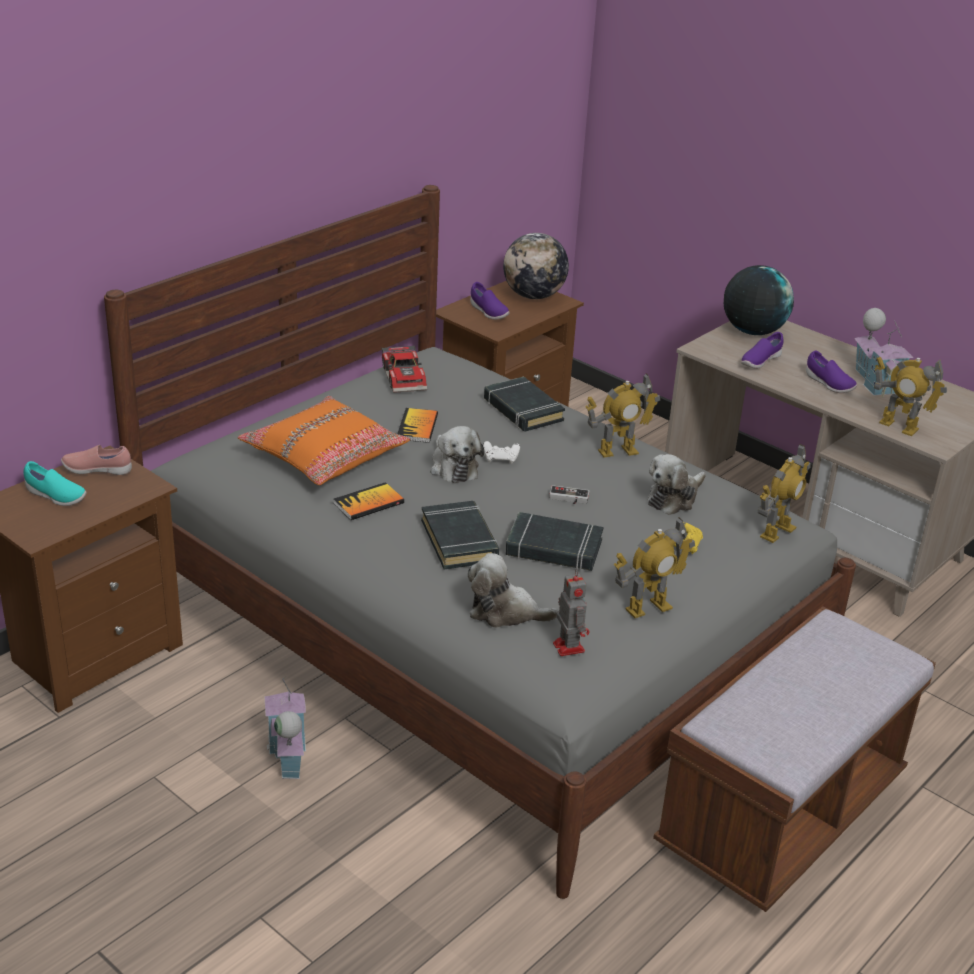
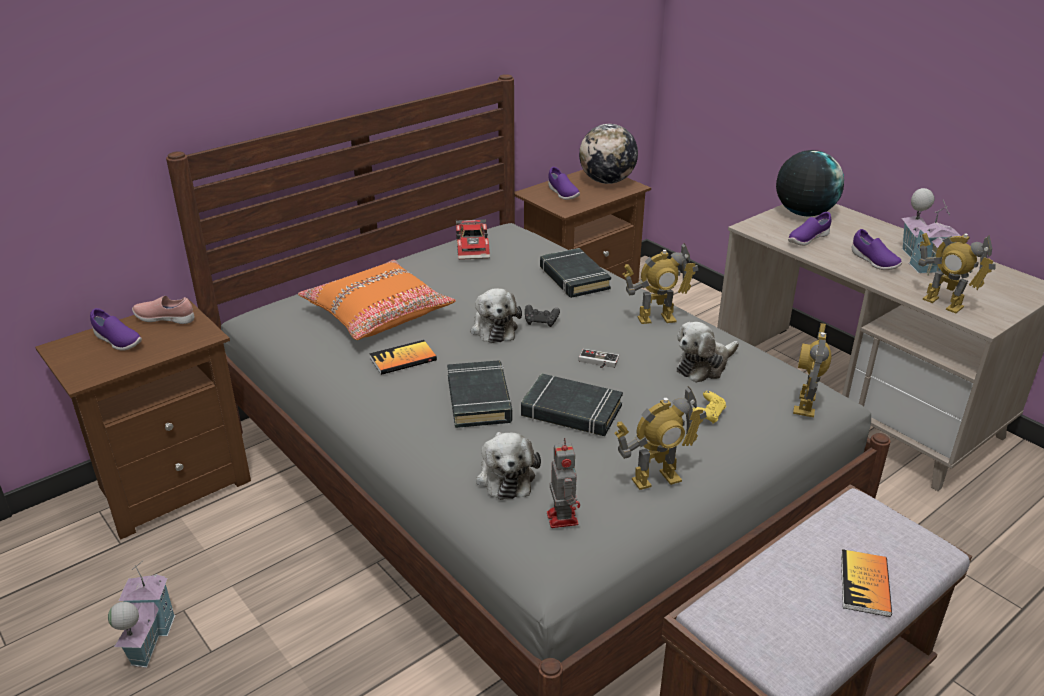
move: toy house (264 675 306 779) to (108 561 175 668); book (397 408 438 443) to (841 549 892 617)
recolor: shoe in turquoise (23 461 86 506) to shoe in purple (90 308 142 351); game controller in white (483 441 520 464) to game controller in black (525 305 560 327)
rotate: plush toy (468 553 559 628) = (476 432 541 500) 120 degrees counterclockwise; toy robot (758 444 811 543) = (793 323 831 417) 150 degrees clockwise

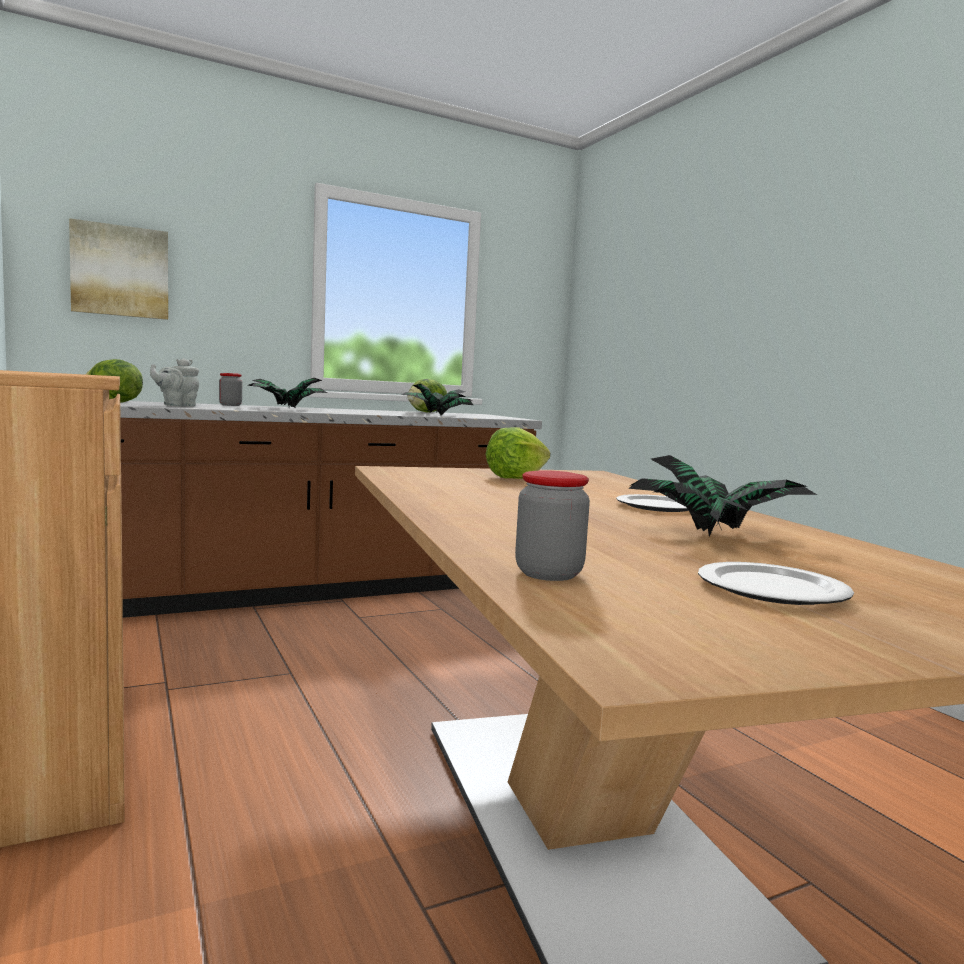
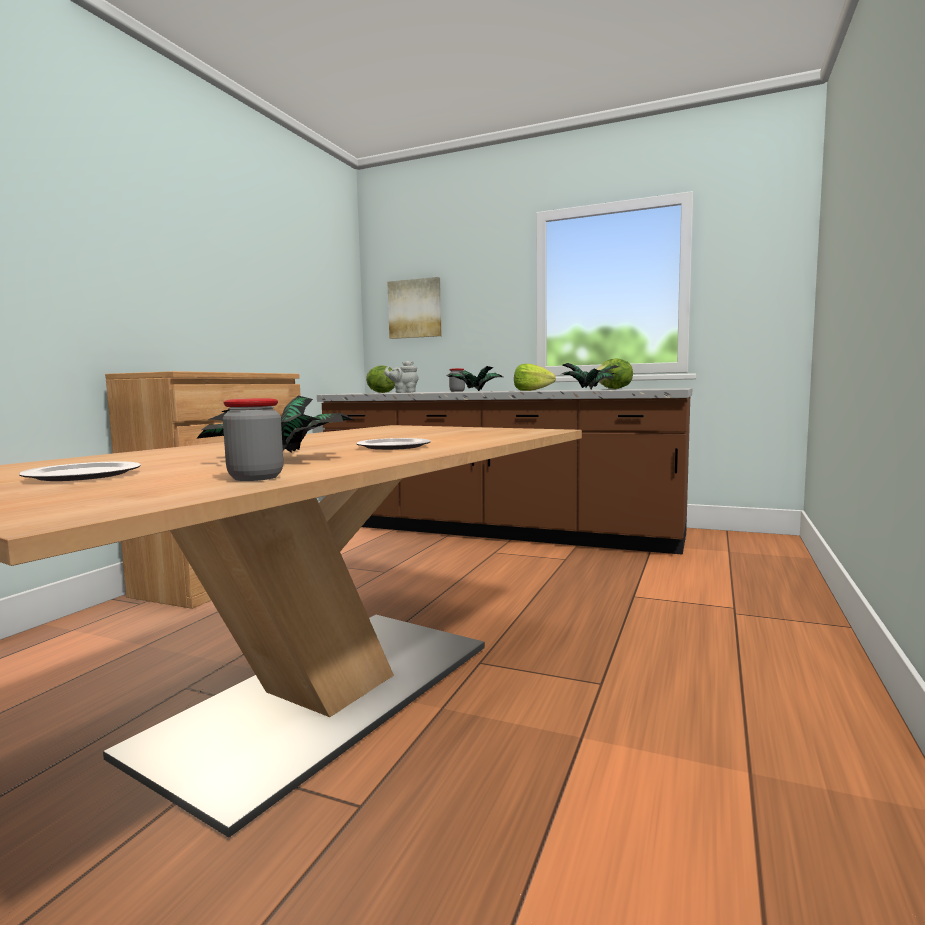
move: lettuce (486 427 550 479) to (514 364 556 391); jar (515 470 590 581) to (223 398 283 481)

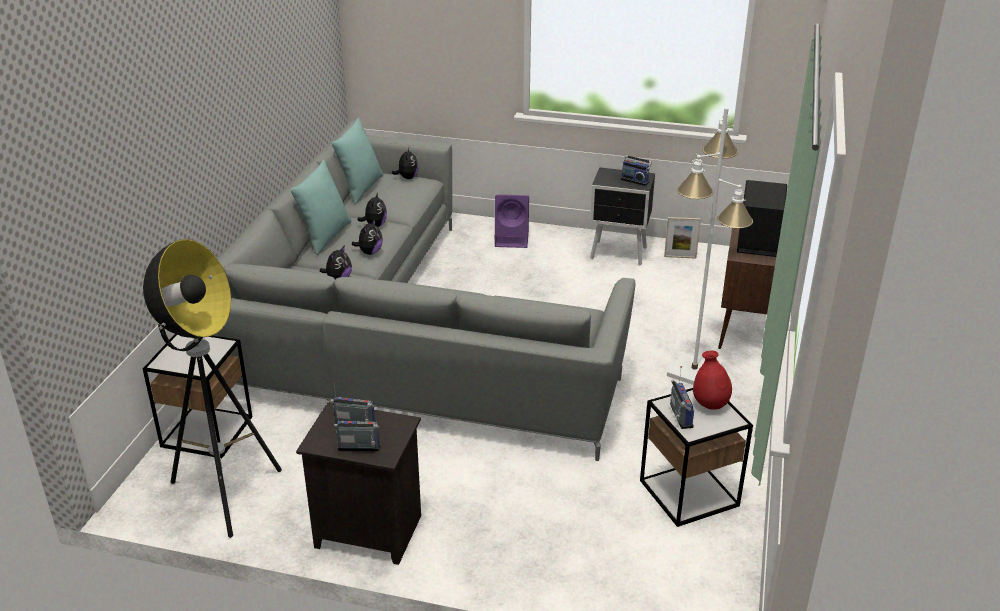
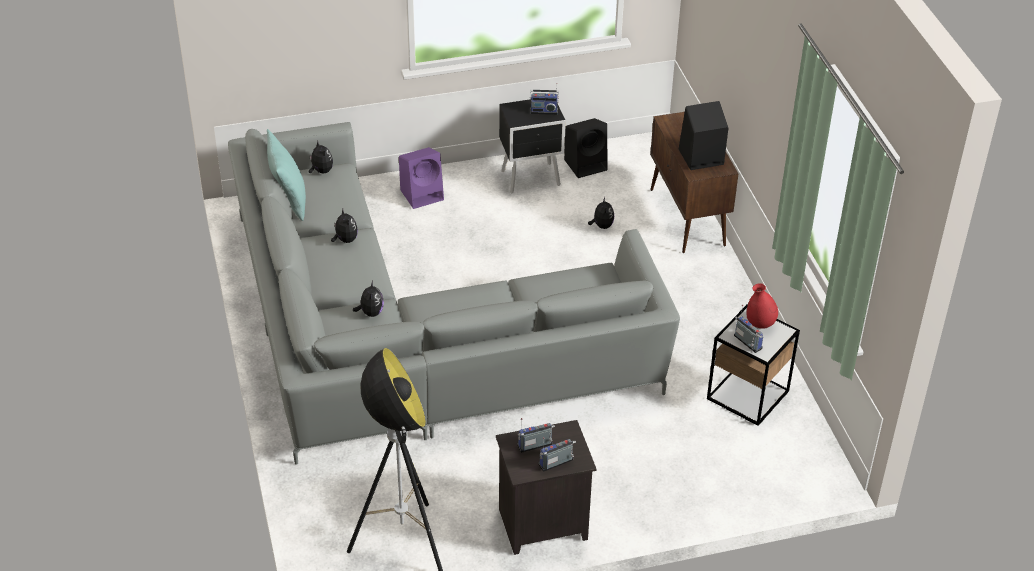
delete: side table (143 334 252 458); pillow in turquoise (290 160 351 255); floor lamp in white (667 108 753 385)
move: plush toy (352 219 383 255) to (588 197 614 229)
replace: picture frame (664 217 701 258) to speaker in black (564 118 608 178)

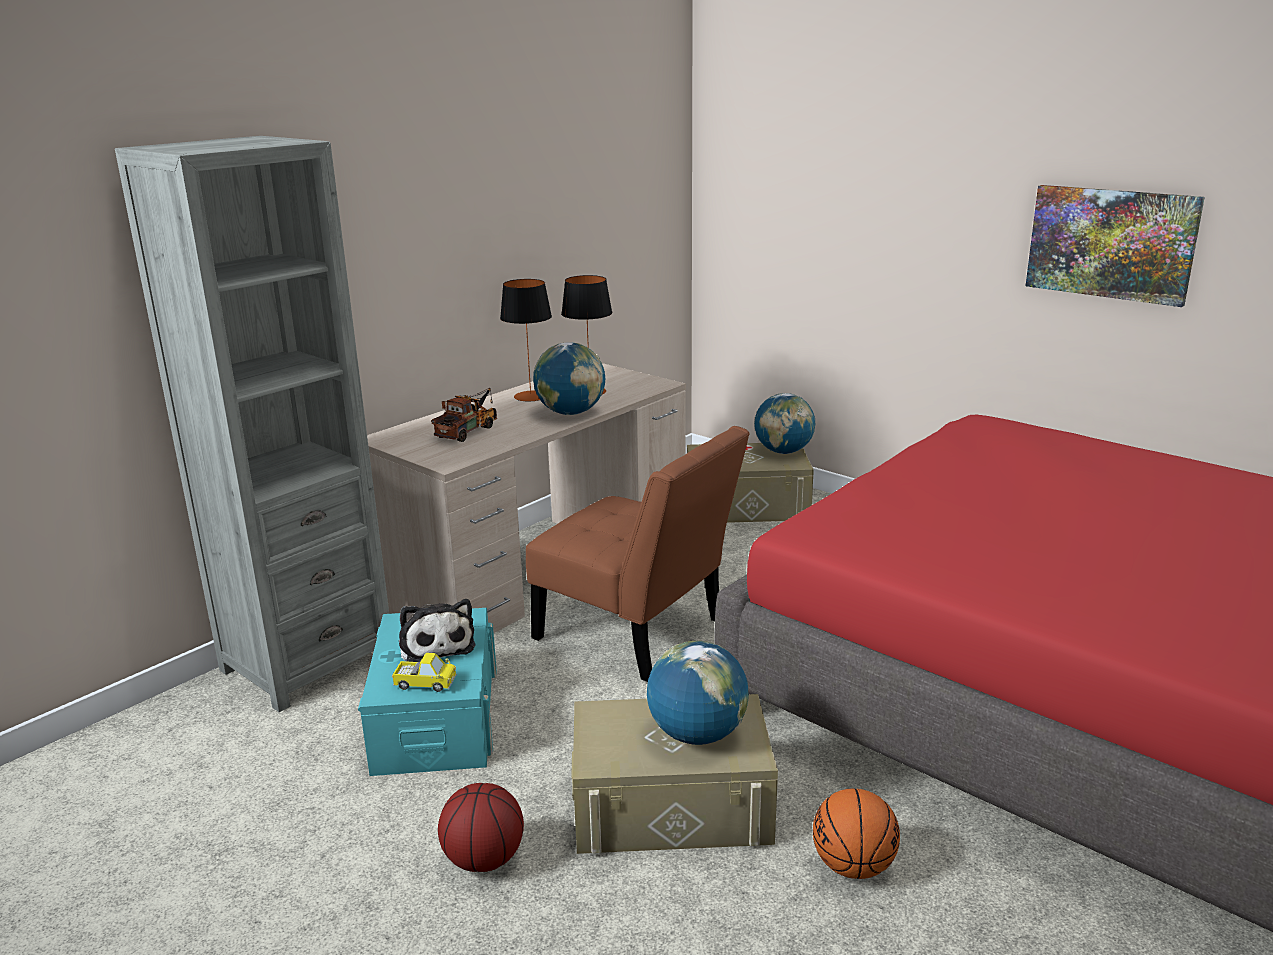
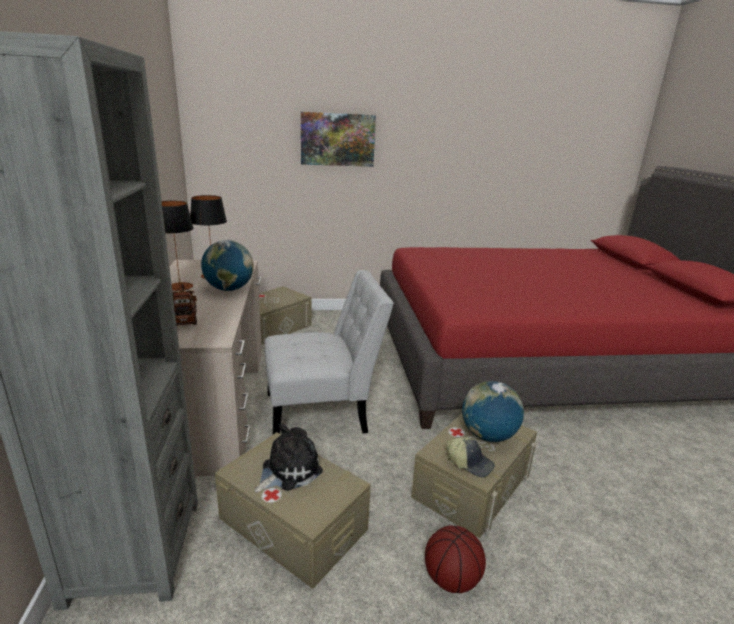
delete: toy truck (392 653 457 692); globe (754 393 815 454); basketball (813 789 900 879)
insert: cap (446 437 495 477)
move: picture (1026 185 1205 307) to (301 112 376 167)
recolor: storage box in turquoise (358 608 497 776) to storage box in beige (215 432 371 589); chair in brown (526 426 750 682) to chair in white (265 270 394 434)
rotate: plush toy (399 599 476 662) = (254 423 323 493) 60 degrees counterclockwise

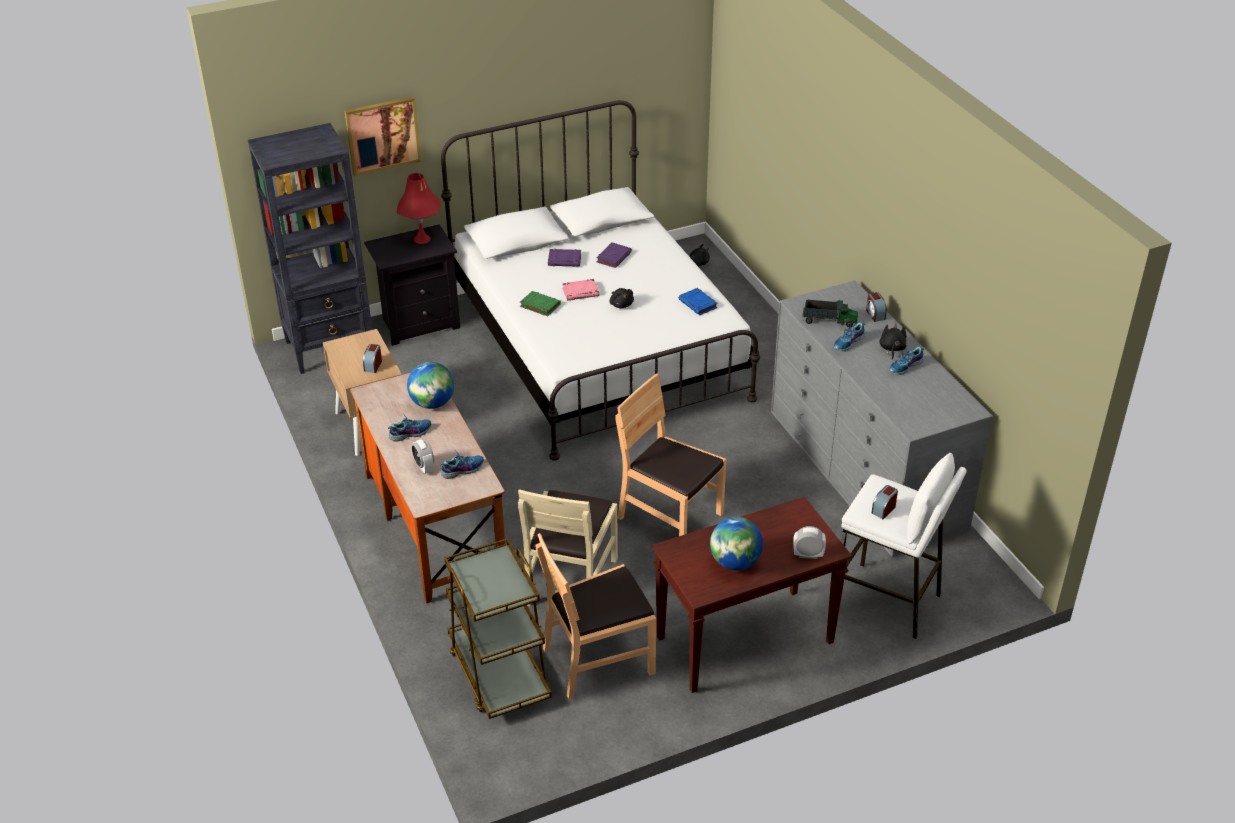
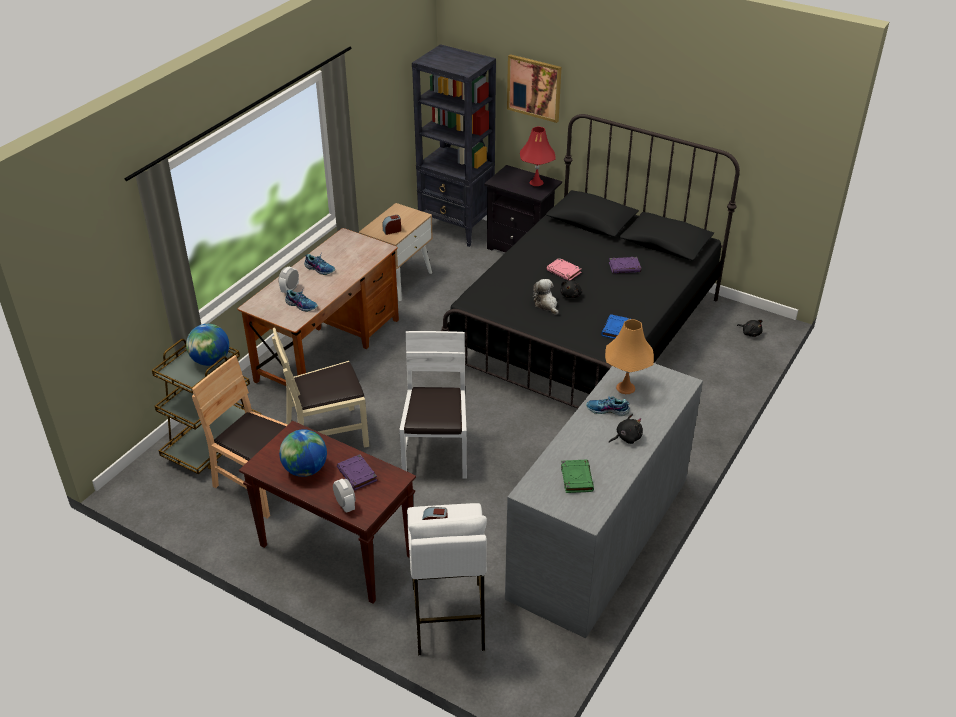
delete: alarm clock (866 292 887 322); shoe (889 346 924 375)
insert: plush toy (533 279 559 315)
move: globe (407 362 454 409) to (186 324 229 366); book in green (520 291 561 316) to (561 460 594 493); book in purple (548 249 581 267) to (337 454 377 490)
replace: toy truck (802 300 858 327) to table lamp in orange (605 319 654 394)
recolor: bed in white (441 100 760 460) to bed in black (441 114 740 409); chair in brown (615 373 726 536) to chair in white (399 331 467 479)

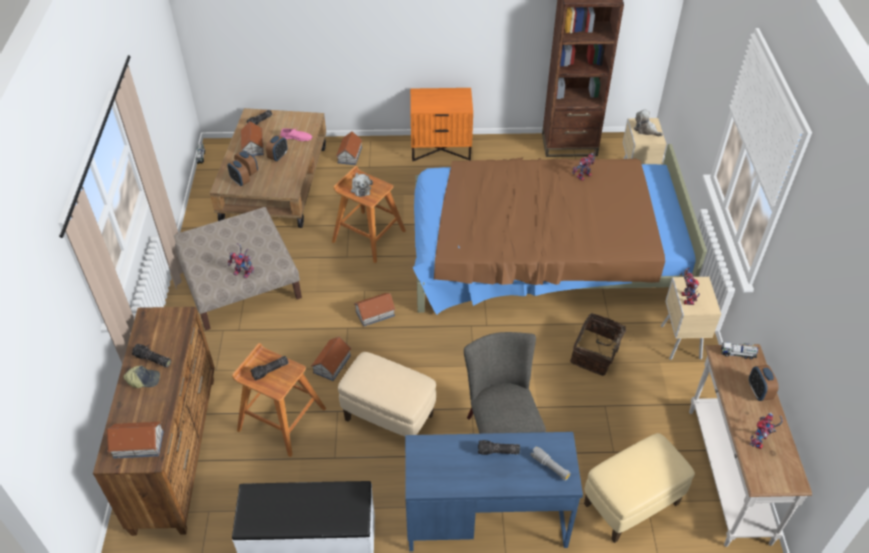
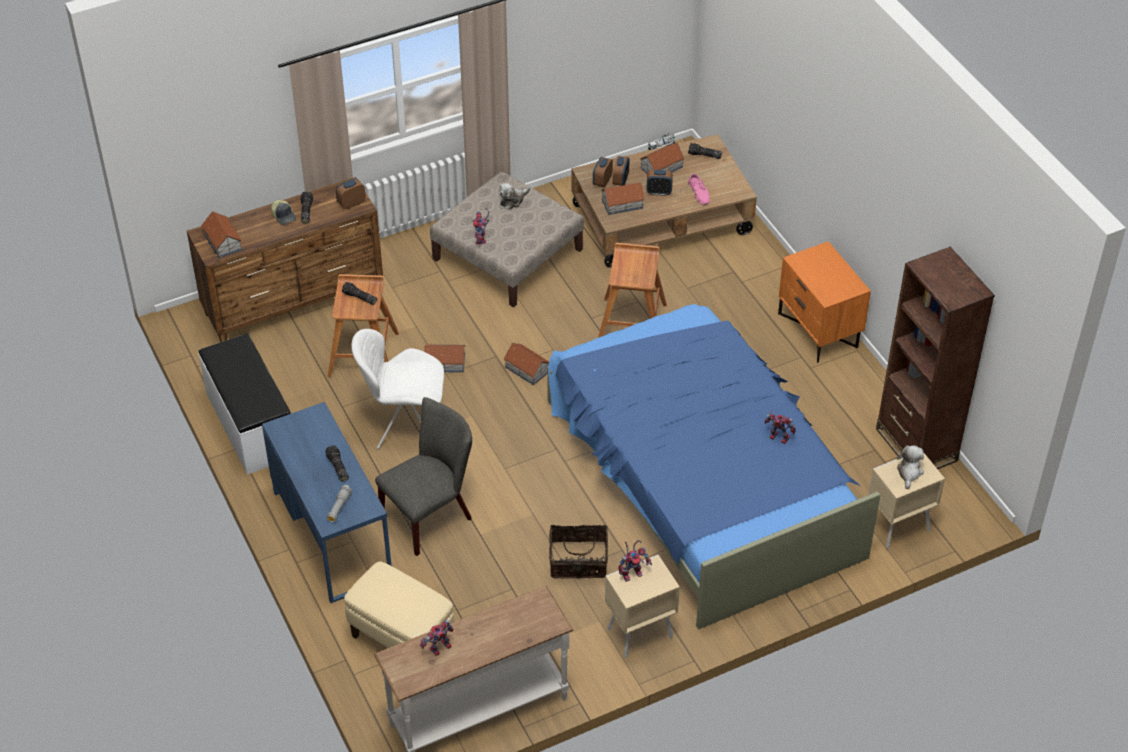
delete: toy truck (721 342 758 359)
move: toy house (336 132 362 165) to (600 182 645 215); plush toy (351 173 373 197) to (499 183 530 210); alarm clock (749 365 779 401) to (336 178 366 209)
replace: ottoman in beige (338 352 436 436) to chair in white (351 329 444 449)
recolor: bed in brown (413 144 707 314) to bed in blue (547 304 880 629)
rotate: toy robot (749 412 783 449) = (420 620 454 656) 45 degrees counterclockwise

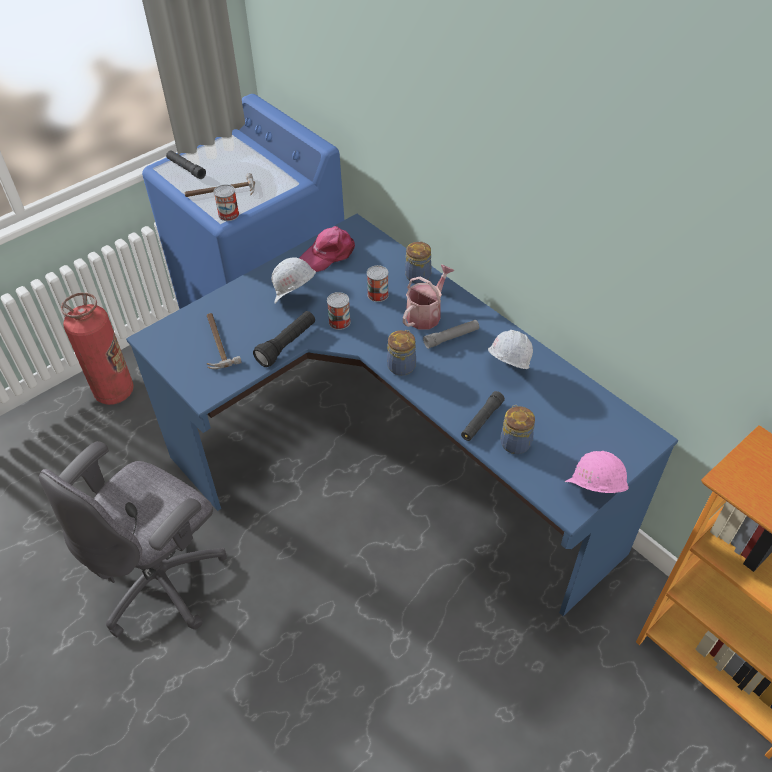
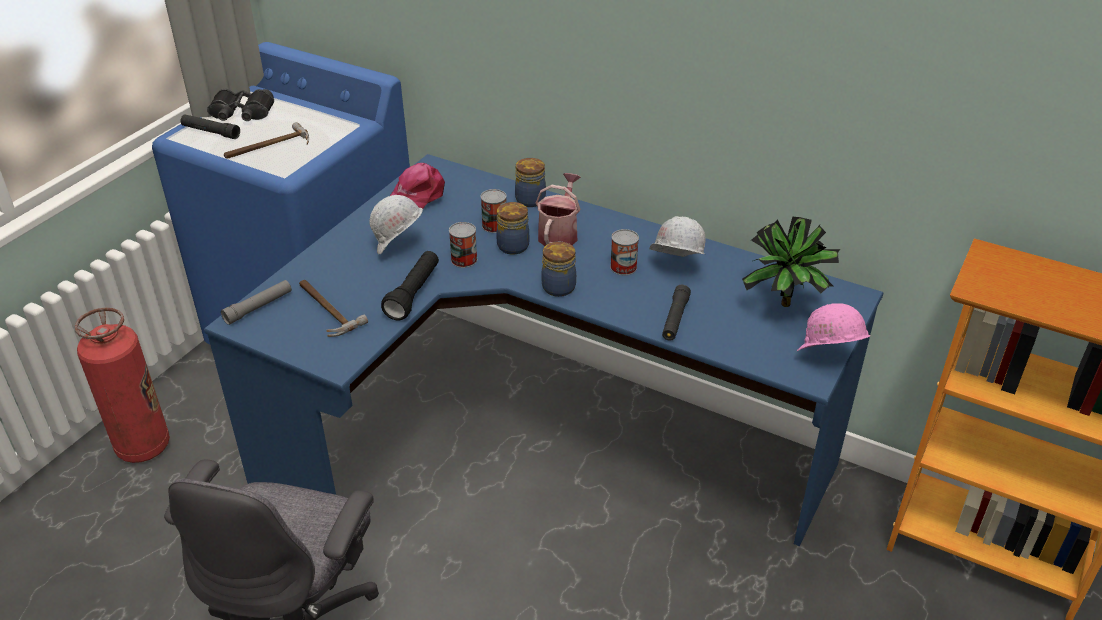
insert: binoculars in black (207 89 274 121); potted plant (742 216 840 307)
move: can (214 184 239 221) to (610 229 639 275); flashlight in grey (423 320 479 349) to (221 280 292 325); jar (500 405 535 454) to (496 202 529 255)

